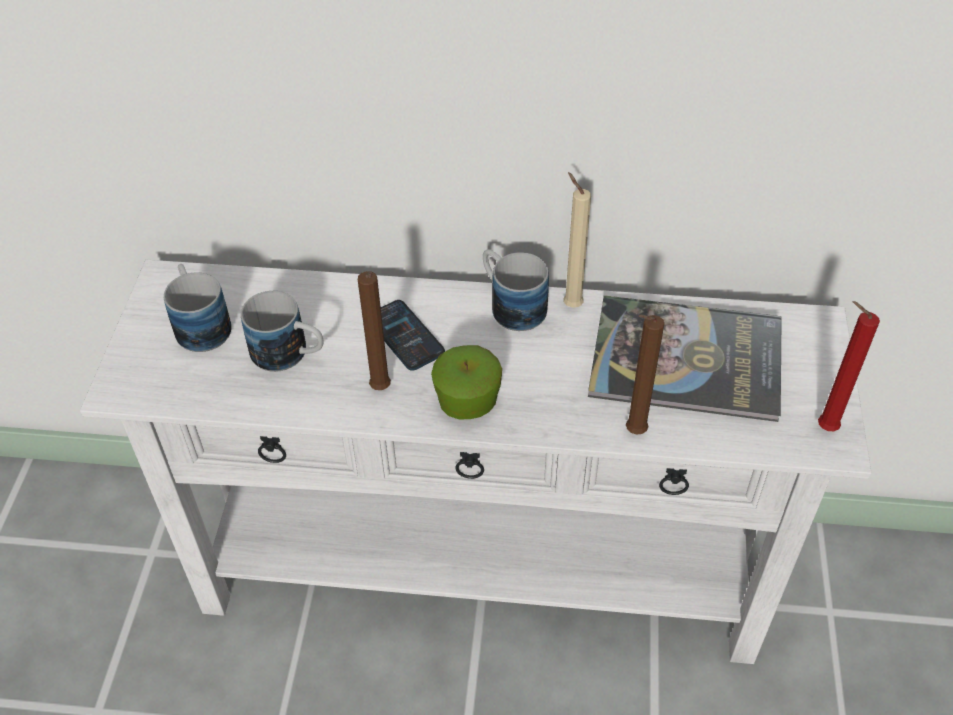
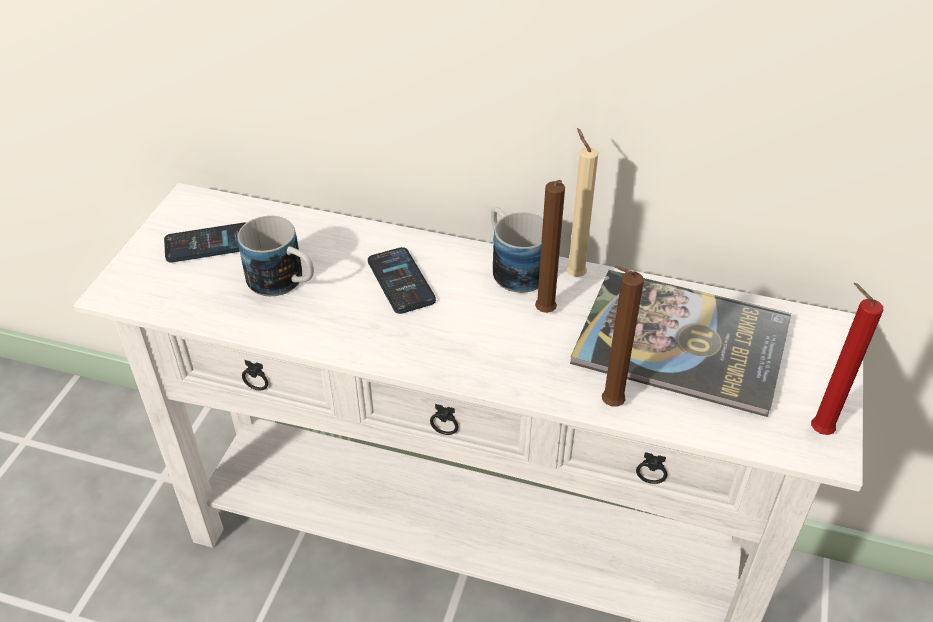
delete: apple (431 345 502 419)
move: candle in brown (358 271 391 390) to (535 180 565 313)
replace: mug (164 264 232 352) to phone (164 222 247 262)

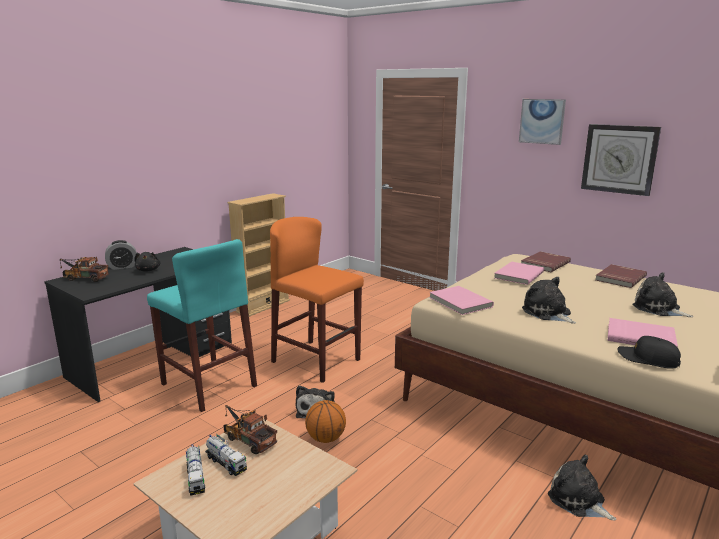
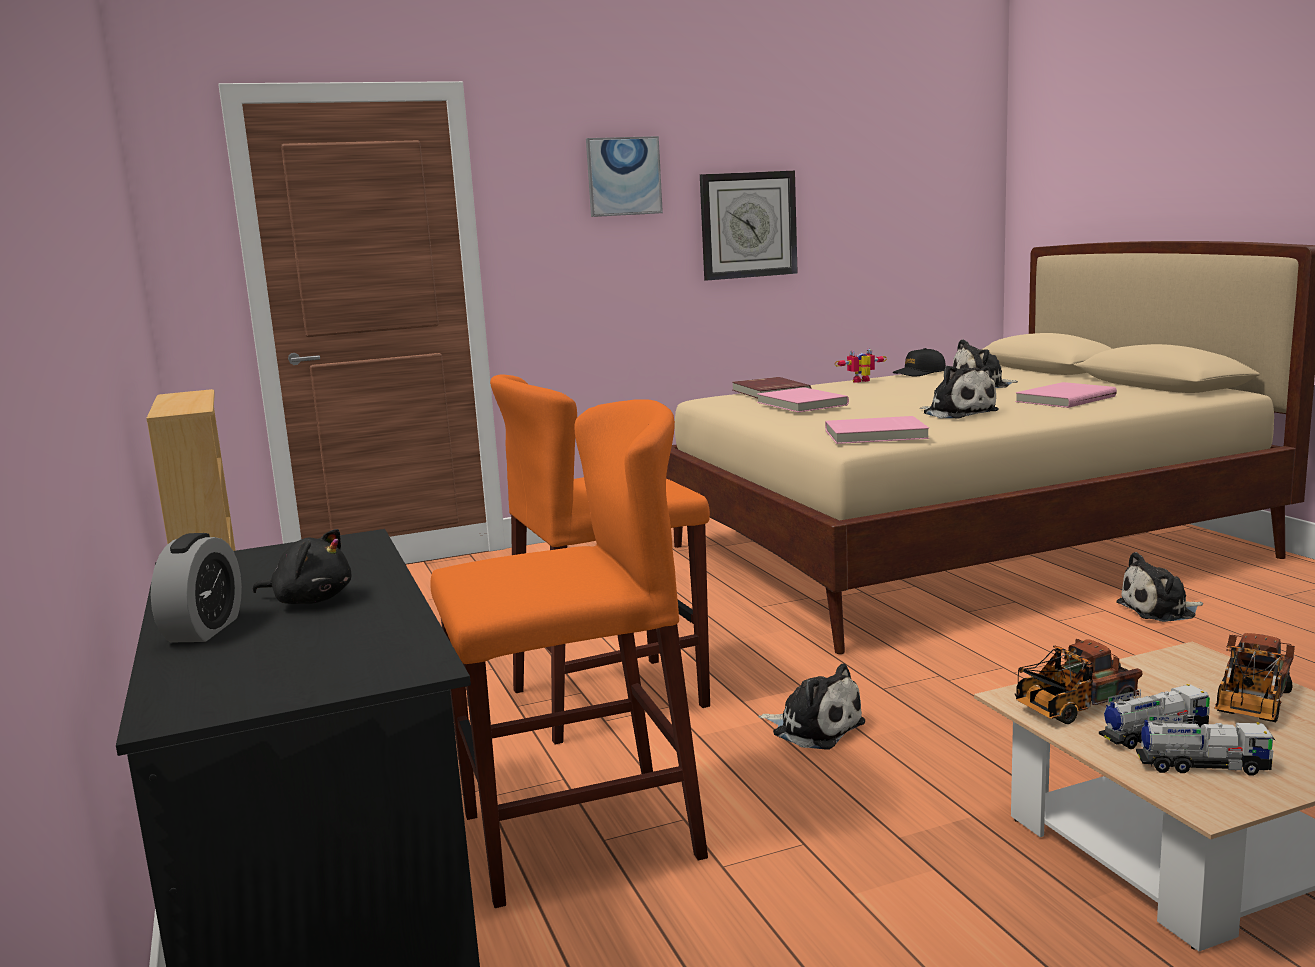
delete: basketball (305 400 346 443)
move: toy truck (60 257 109 282) to (1214 633 1295 722); cap in black (617 336 681 369) to (893 348 946 377)
replace: book in red (596 264 647 288) to toy robot (835 349 887 383)
recolor: stool in turquoise (147 239 257 412) to stool in orange (430 399 708 908)
rotate: plush toy (522 277 576 324) = (920 366 999 419) 120 degrees counterclockwise

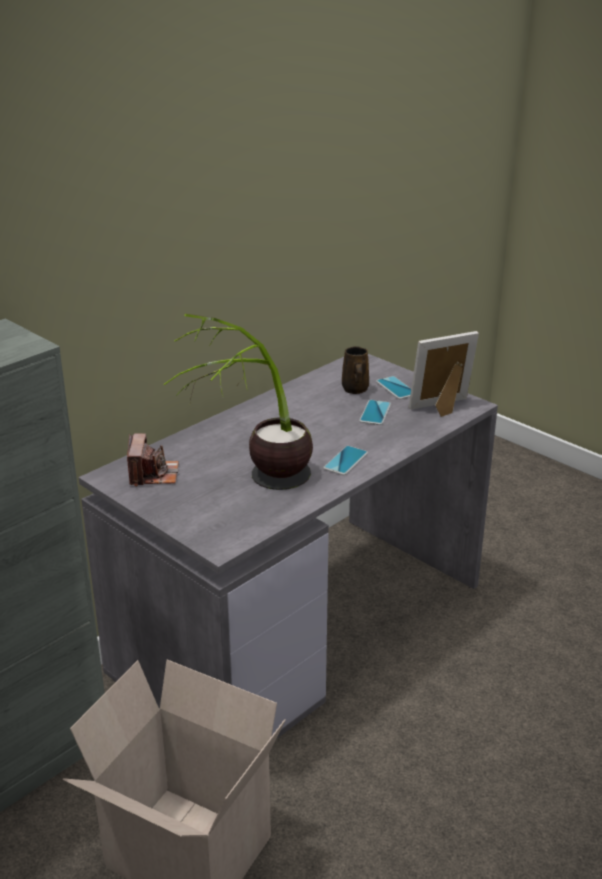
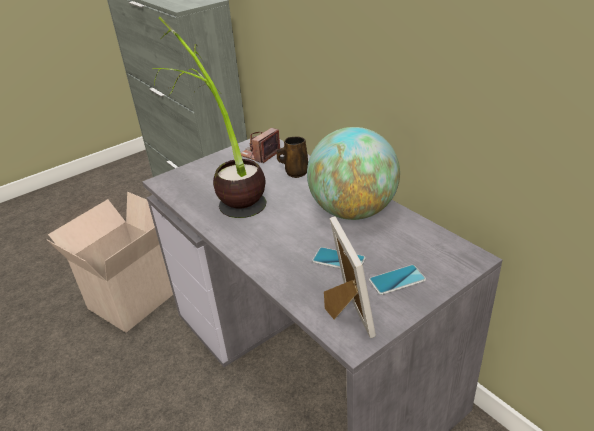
delete: phone (323 446 368 475)
insert: globe (307 127 400 220)
move: mug in brown (342 346 369 394) to (276 136 308 178)
rotate: photo camera (127 434 179 487) = (241 128 280 163) 120 degrees clockwise

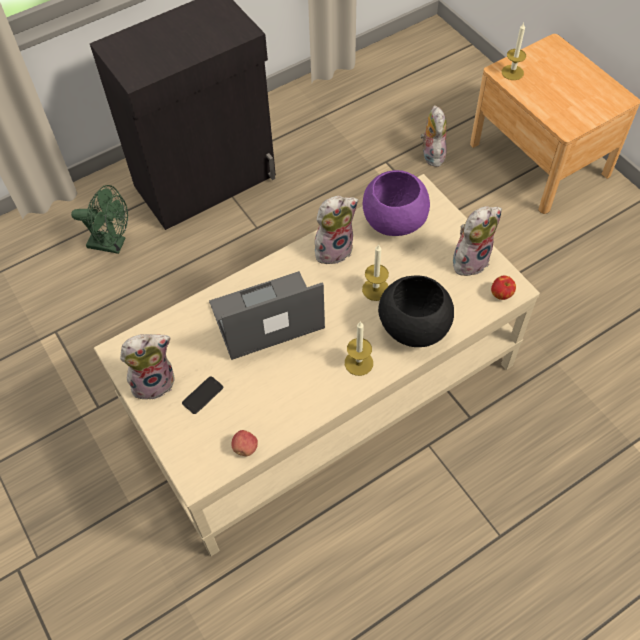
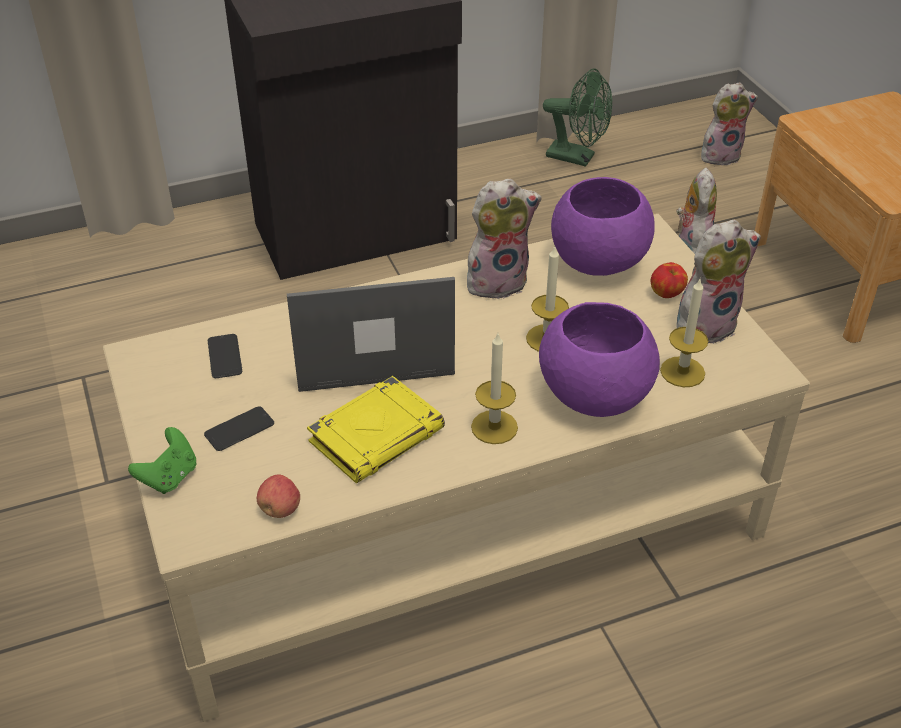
insert: game controller in green (128 427 197 494); phone (208 334 242 378); book in yellow (307 376 445 483)
move: fan in green (71 185 128 254) to (543 68 612 167); plush toy (120 334 175 399) to (701 82 758 166); apple (491 275 516 300) to (651 262 688 298); candle (502 23 526 80) to (660 279 708 387)
recolor: bowl in black (378 275 454 347) to bowl in purple (539 302 660 417)

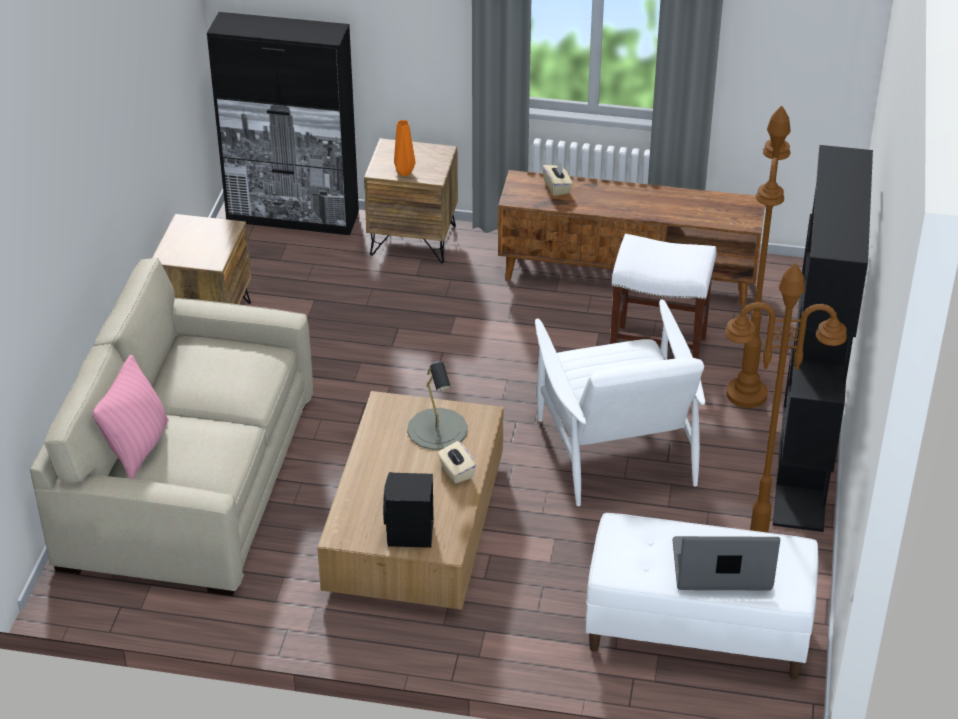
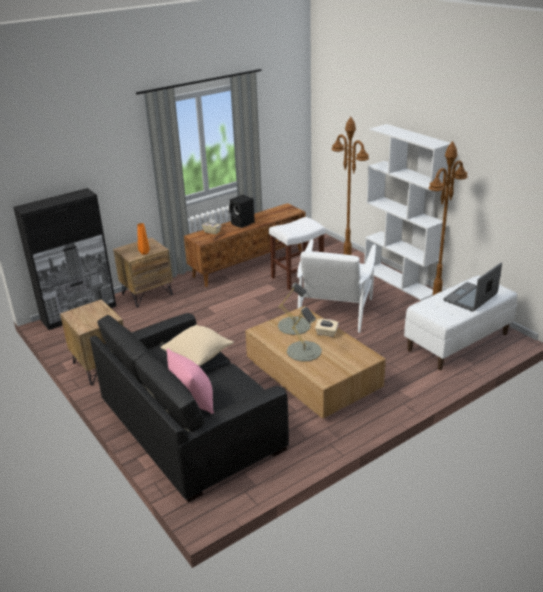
insert: pillow in beige (161 325 234 366); table lamp in grey (287 307 322 362)
move: speaker in black (383 472 434 548) to (229 195 255 228)
recolor: sofa in beige (30 258 313 596) to sofa in black (90 313 289 502); bookcase in black (773 145 873 532) to bookcase in white (364 124 450 301)
rotate: armchair in white (535 299 705 506) = (297 239 376 333) 75 degrees clockwise

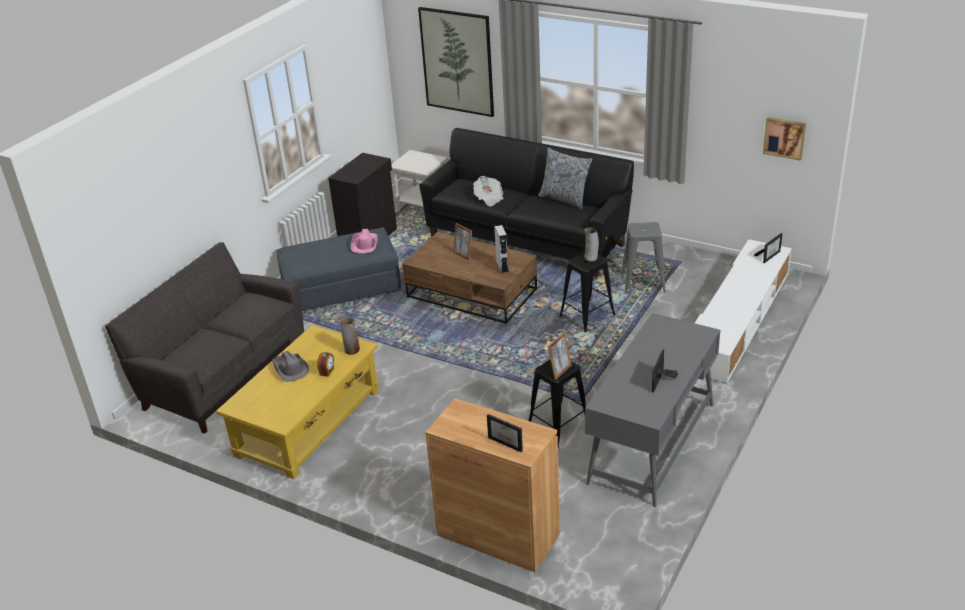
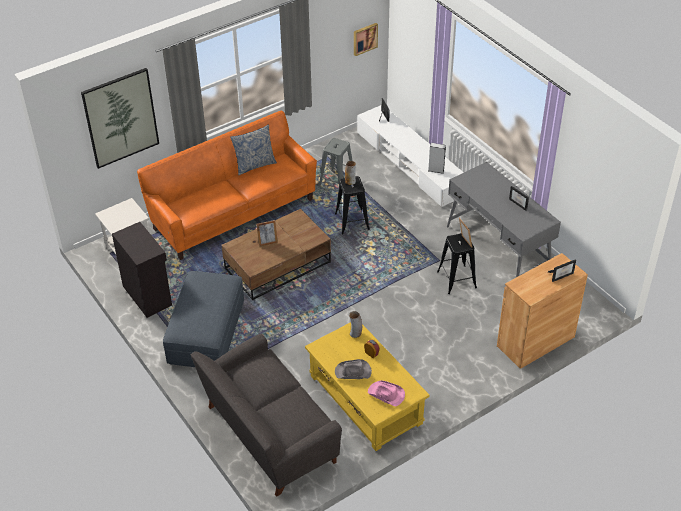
delete: newspaper (473 176 504 207)
move: hat in pink (351 229 378 253) to (368 380 405 406); speaker in grey (494 225 509 273) to (428 143 446 174)
recolor: sofa in black (419 128 634 277) to sofa in orange (137 111 317 260)

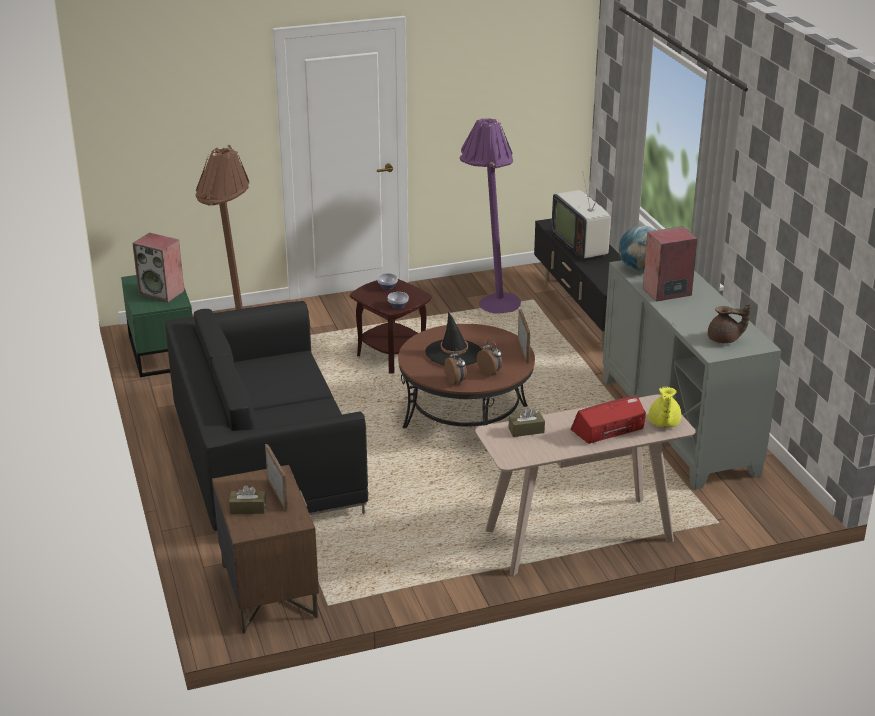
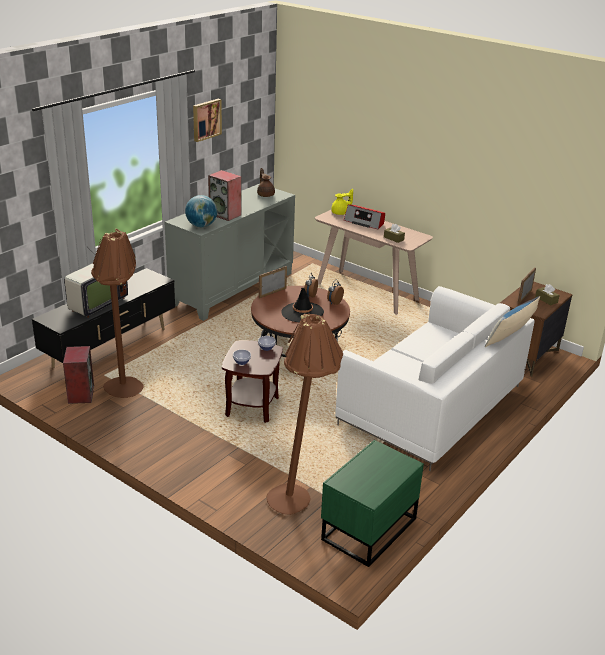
insert: picture (193 99 222 142); pillow (485 296 540 347)
move: speaker (132 233 184 302) to (63 346 94 404)
recolor: sofa in black (165 301 368 531) to sofa in white (335 286 535 471); floor lamp in purple (460 118 521 313) to floor lamp in brown (91 228 144 398)

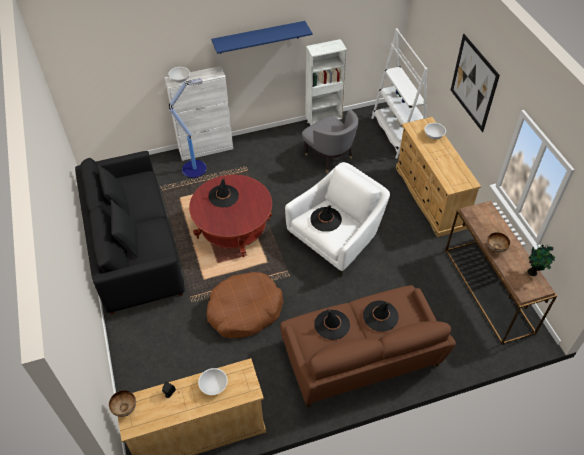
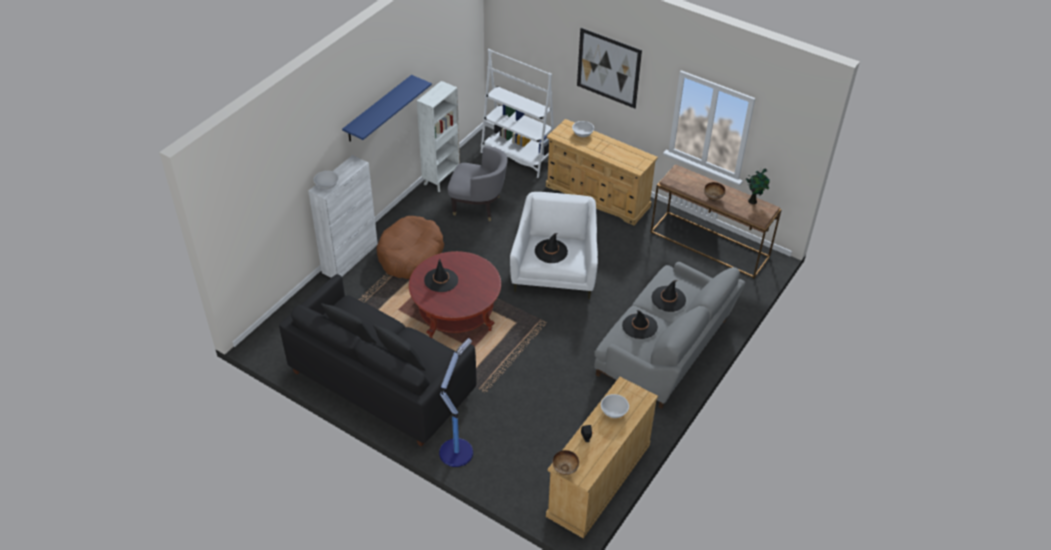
move: floor lamp (169 78 207 178) to (439 338 473 467); dog bed in brown (207 272 283 338) to (377 216 444 279)
recolor: sofa in brown (280 285 456 407) to sofa in grey (594 262 745 409)

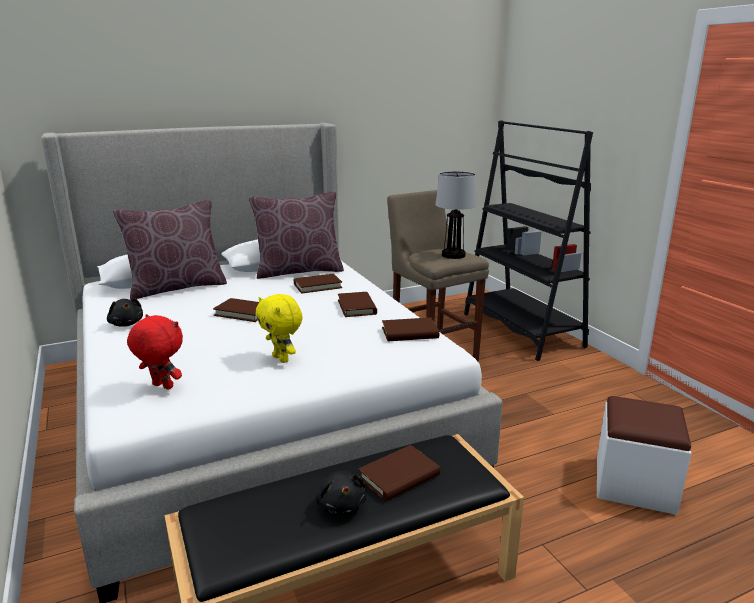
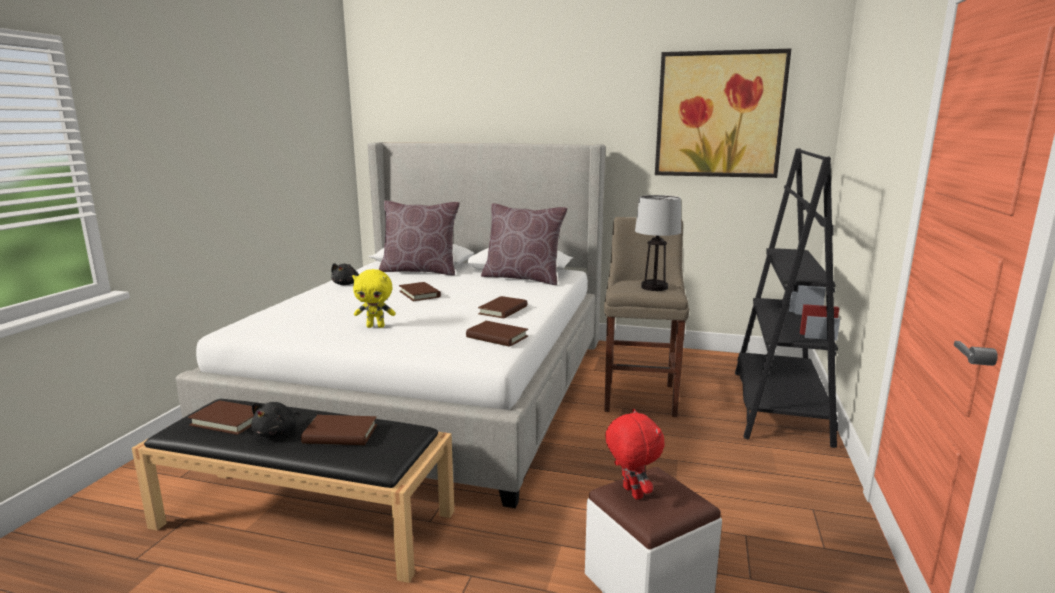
insert: picture (655 49 791 178)
move: plush toy in red (127 314 183 390) to (605 408 664 500); book in brown (294 274 342 294) to (188 400 254 435)
rotate: plush toy in yellow (256 294 303 363) = (352 269 396 328) 90 degrees counterclockwise

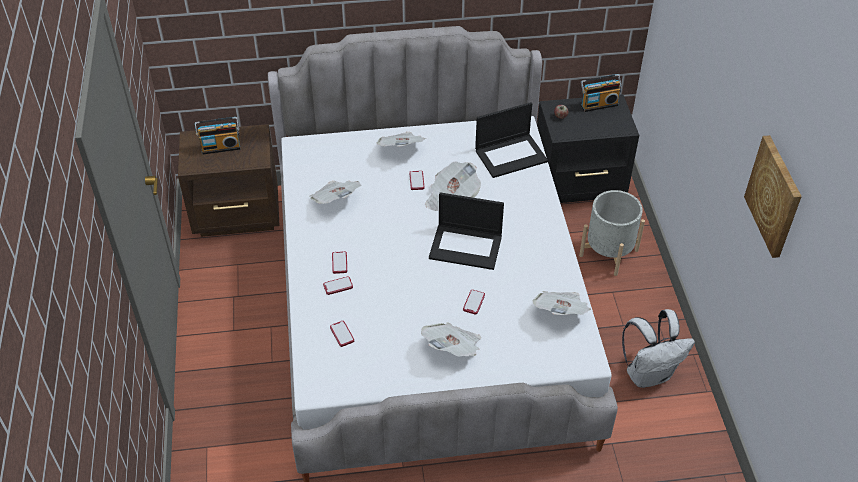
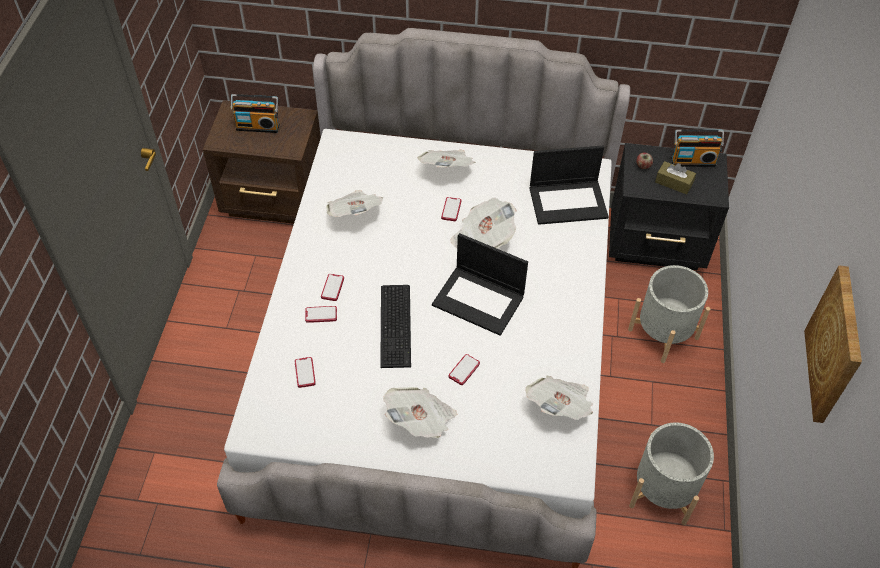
insert: keyboard (380 285 411 368); tissue box in brown (655 161 696 195)
replace: backpack in white (622 309 695 388) to planter in grey (629 422 714 525)

